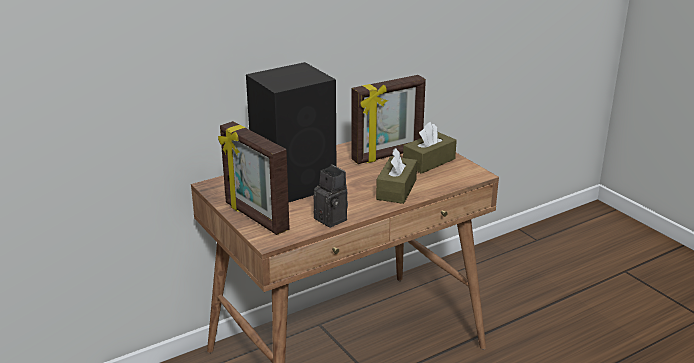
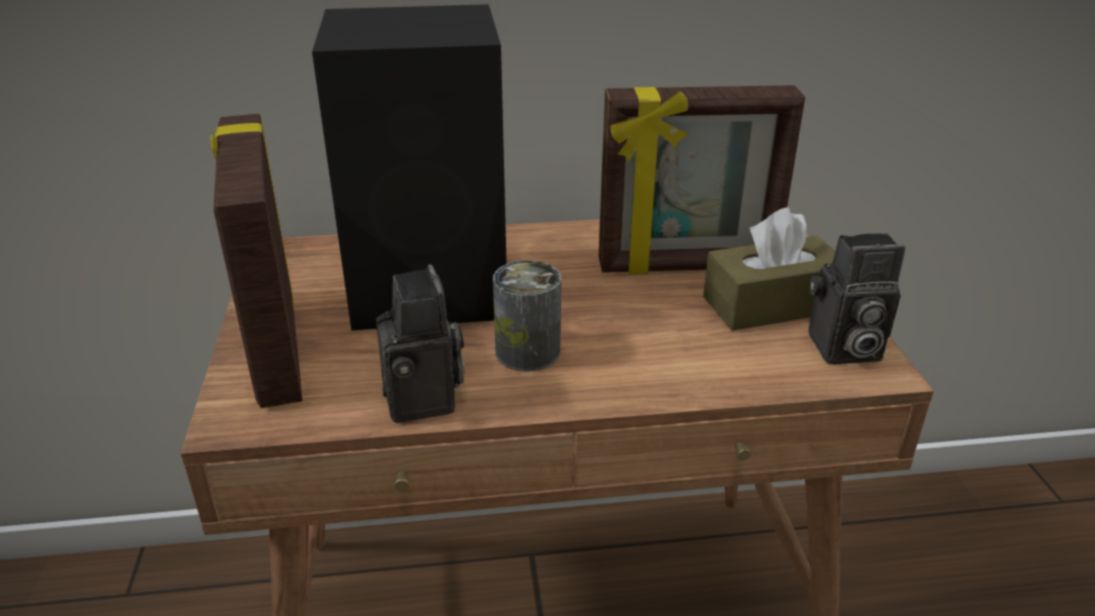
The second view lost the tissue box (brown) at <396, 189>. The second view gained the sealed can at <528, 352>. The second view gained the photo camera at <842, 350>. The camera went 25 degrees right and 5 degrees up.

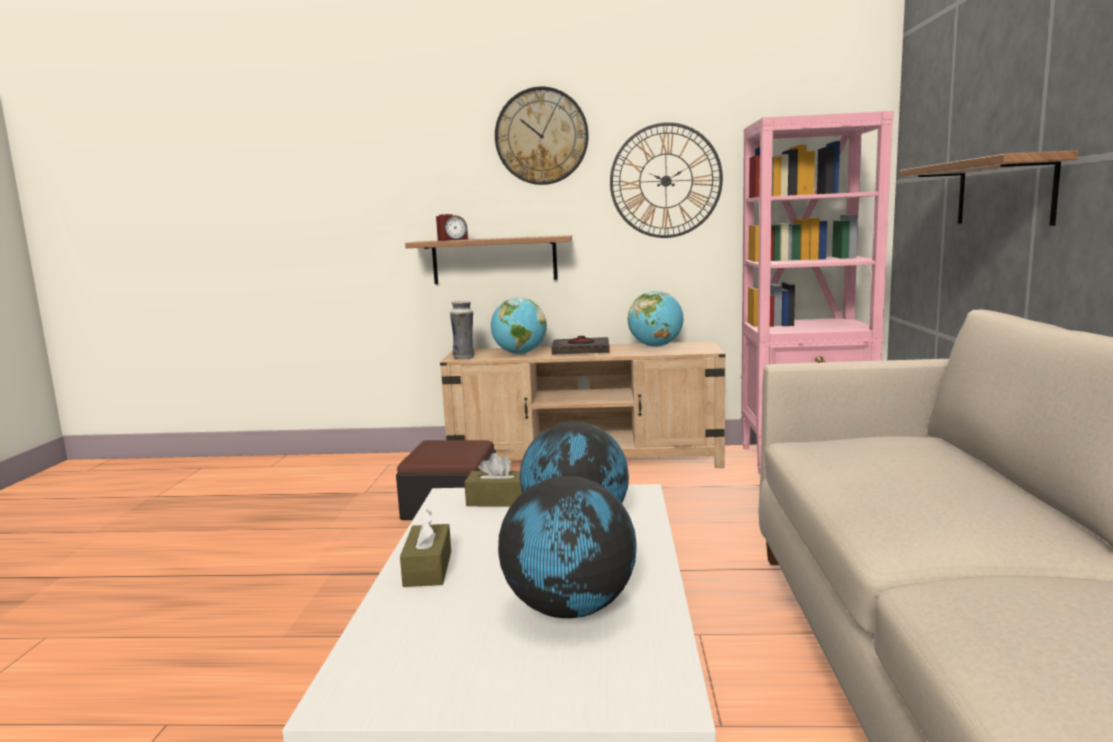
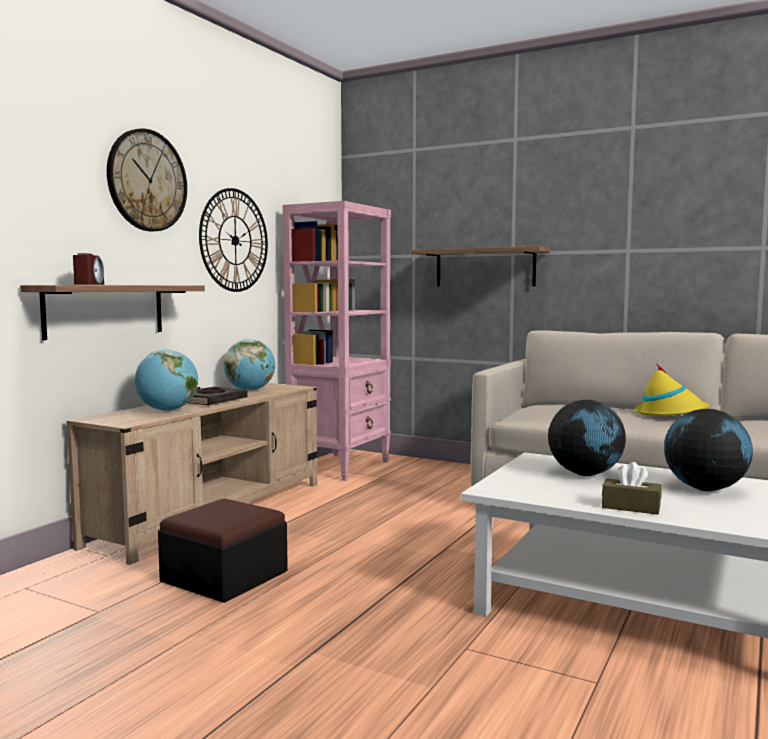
The second view lost the flower vase at <464, 357>. The second view lost the tissue box (brown) at <498, 500>. The second view gained the clothing hat (yellow) at <670, 413>. The camera went 65 degrees left and 5 degrees down.

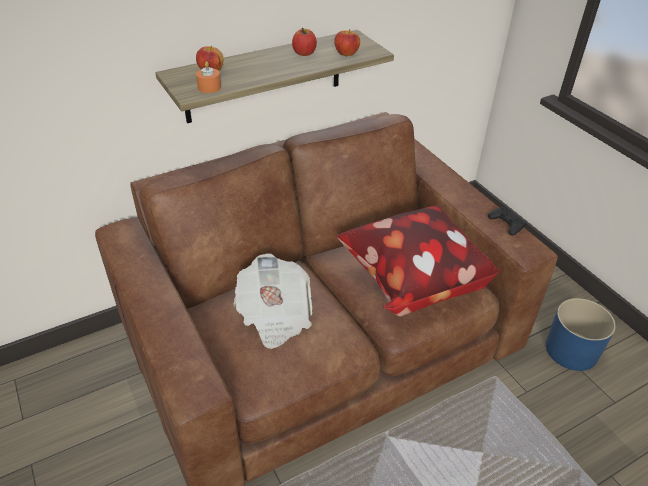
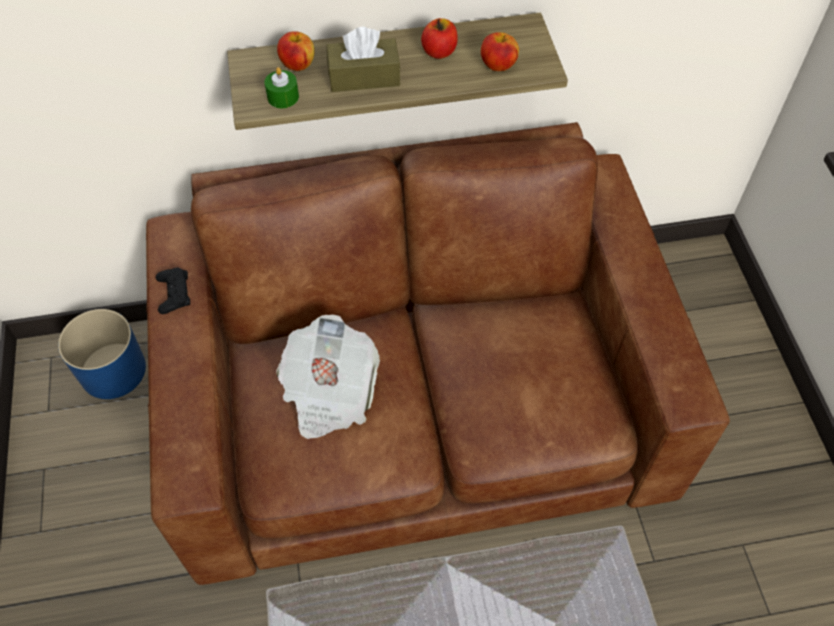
The second view lost the throw pillow at <411, 280>. The second view gained the tissue box (brown) at <364, 77>. The gamepad (black-coloured) ended up elsewhere, having gone from <506, 224> to <174, 293>. The flower pot (blue) ended up elsewhere, having gone from <571, 350> to <113, 370>. What was the wax light (orange-coloured) at <209, 87> turned into the wax light (greenish) at <283, 97>. The camera went 20 degrees right and 15 degrees up.

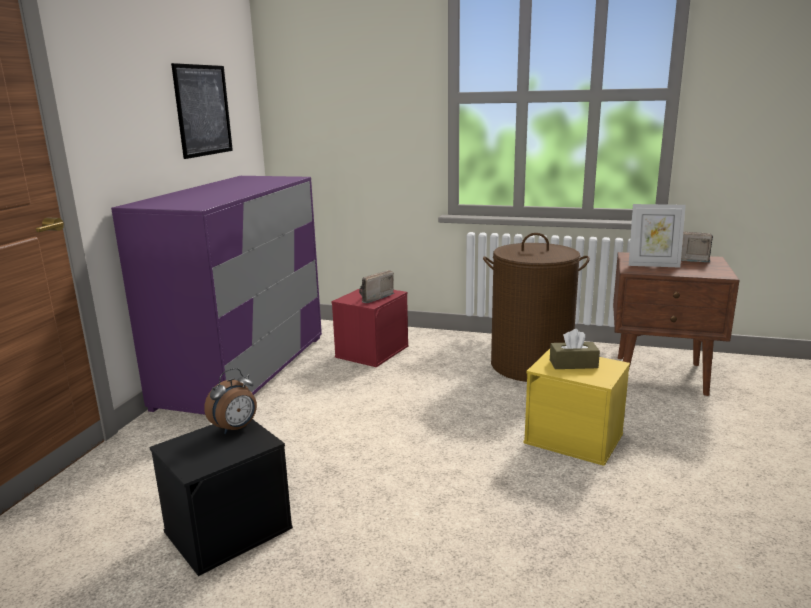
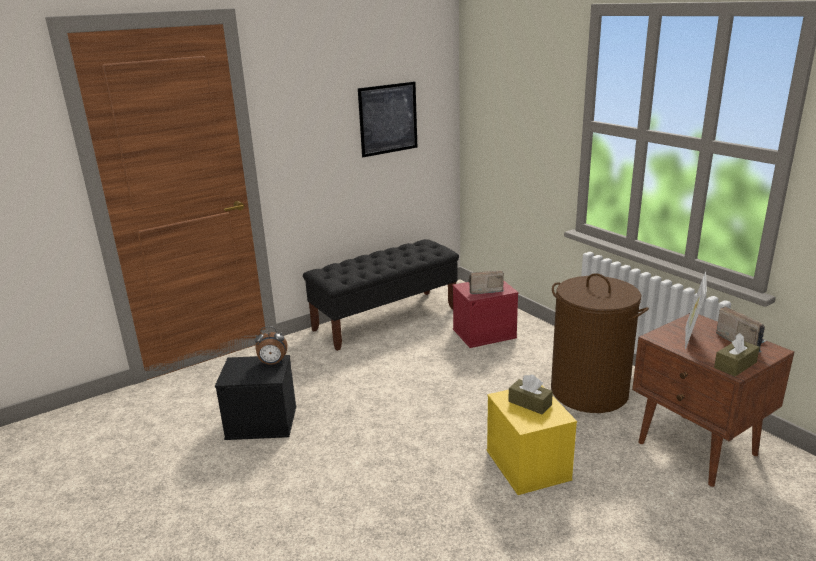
The second view gained the tissue box (brown) at <735, 365>. Where the chest of drawers (purple) stood at <244, 370>, the bench (black-coloured) came to stand at <386, 319>. The picture frame at <653, 265> ended up facing another way, 60 degrees clockwise from before. The camera went 40 degrees right and 5 degrees up.

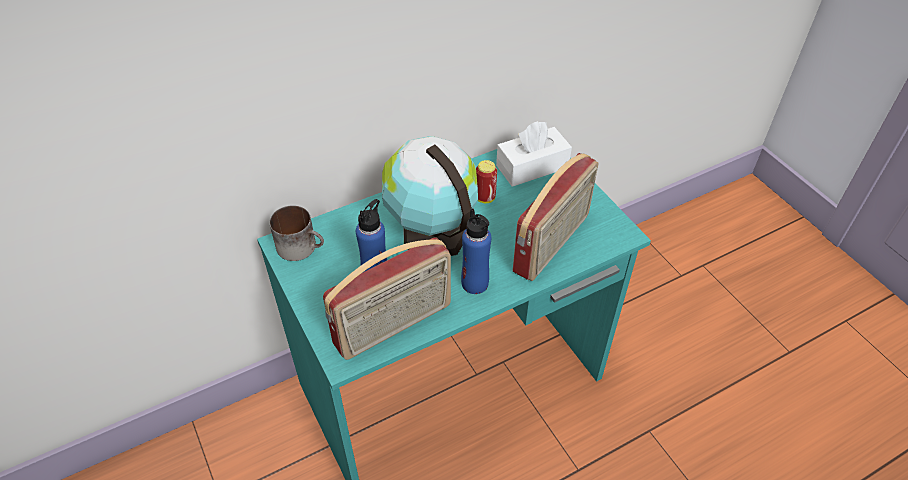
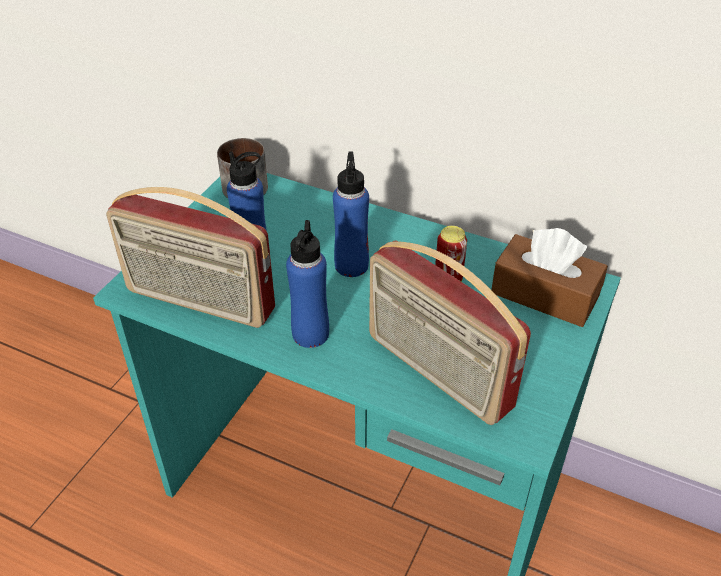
Where the world globe stood at <431, 233>, the bottle (blue) came to stand at <351, 265>. What was the tissue box (white-coloured) at <532, 166> turned into the tissue box (brown) at <544, 295>. The radio receiver at <552, 244> ended up facing another way, 45 degrees clockwise from before. The camera went 55 degrees right and 5 degrees down.

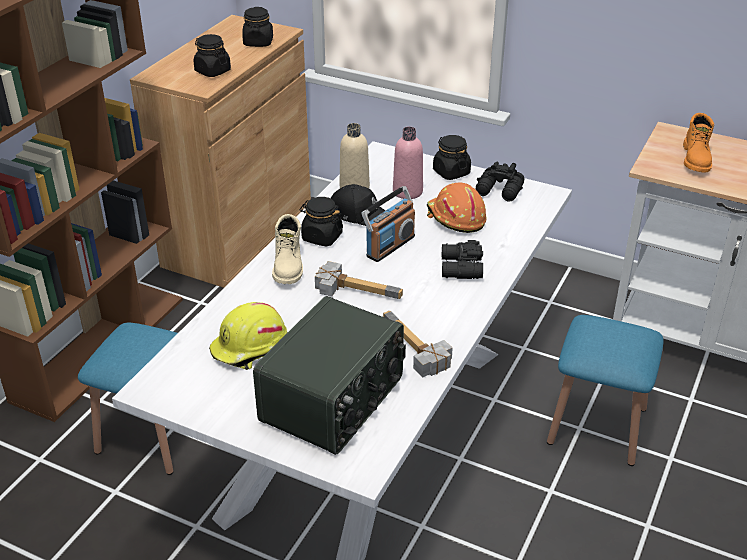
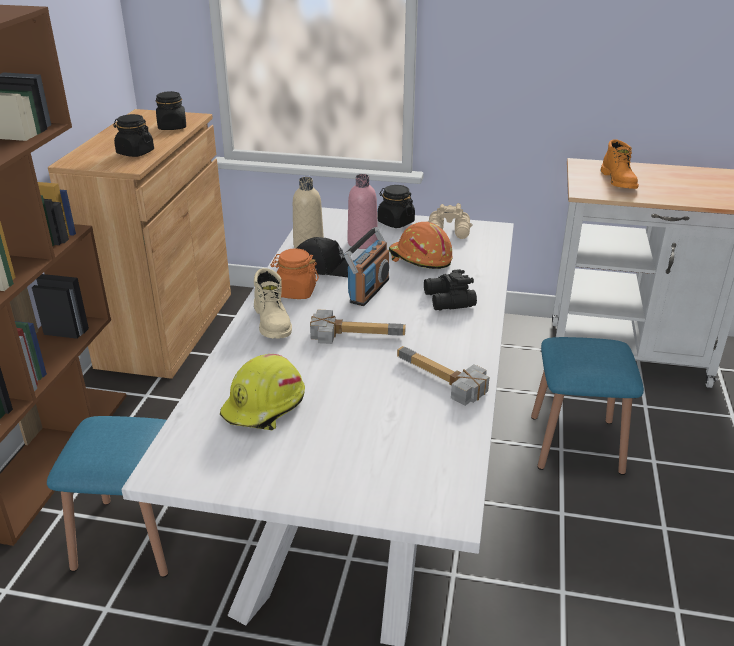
The second view lost the radio receiver at <334, 400>. What was the jar (black-coloured) at <321, 237> turned into the jar (orange-coloured) at <295, 292>. What was the pair of binoculars (black-coloured) at <500, 191> turned into the pair of binoculars (beige-coloured) at <449, 232>. The camera went 15 degrees left and 5 degrees down.

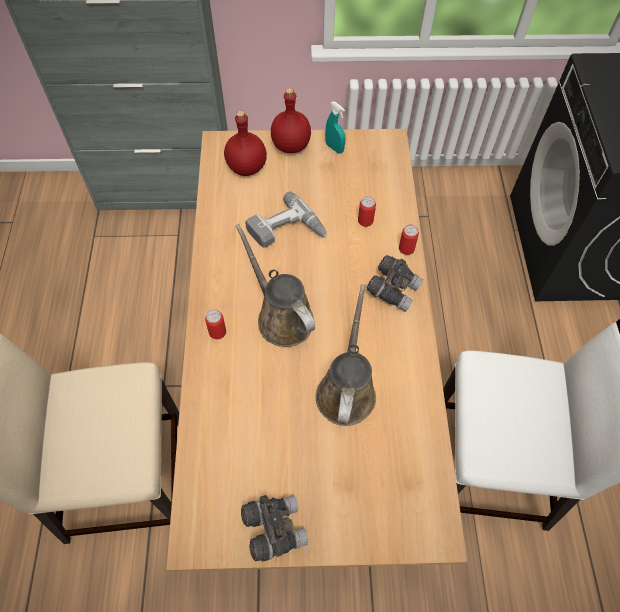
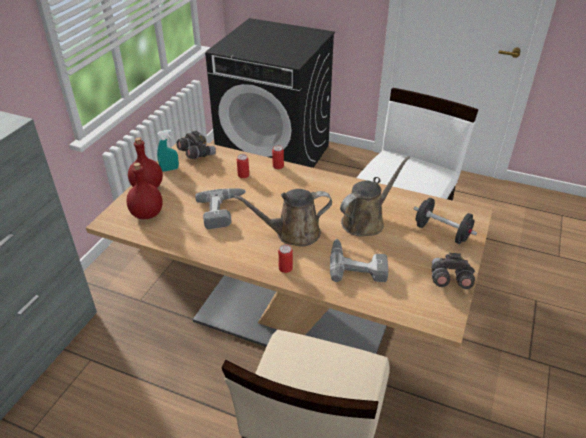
The second view gained the drill at <357, 265>. The second view gained the hand weight (black-coloured) at <441, 232>. The pair of binoculars (grey) ended up elsewhere, having gone from <393, 289> to <196, 154>. The sprinkling can (brown) at <346, 390> ended up facing another way, 105 degrees clockwise from before. The camera went 65 degrees left and 20 degrees down.

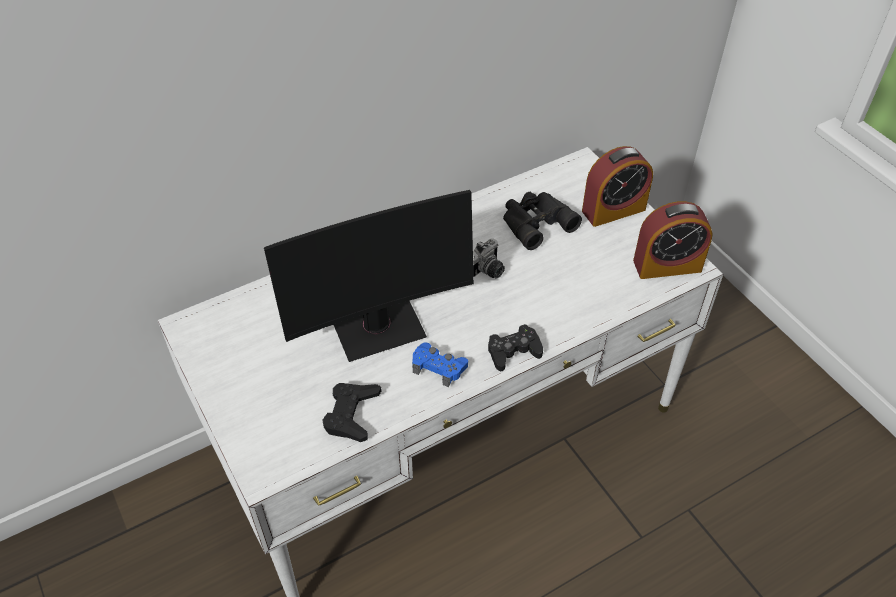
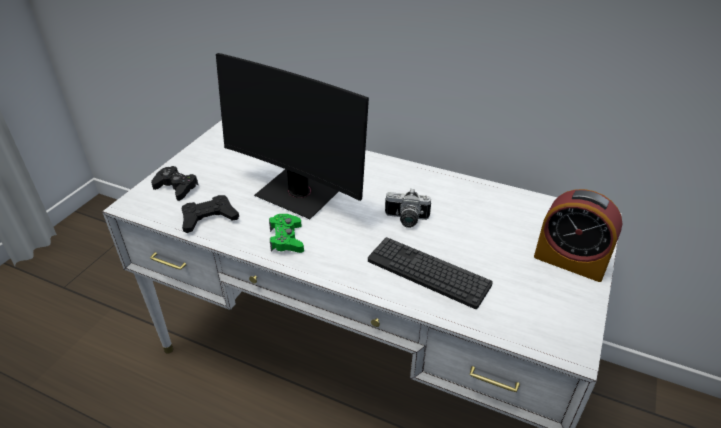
The second view lost the pair of binoculars (black-coloured) at <535, 222>. The second view lost the bedside clock at <667, 265>. The second view gained the PC keyboard at <428, 272>. The gamepad (black-coloured) ended up elsewhere, having gone from <513, 352> to <176, 187>. What was the gamepad (blue) at <439, 367> turned into the gamepad (greenish) at <286, 239>. The camera went 55 degrees right and 10 degrees down.

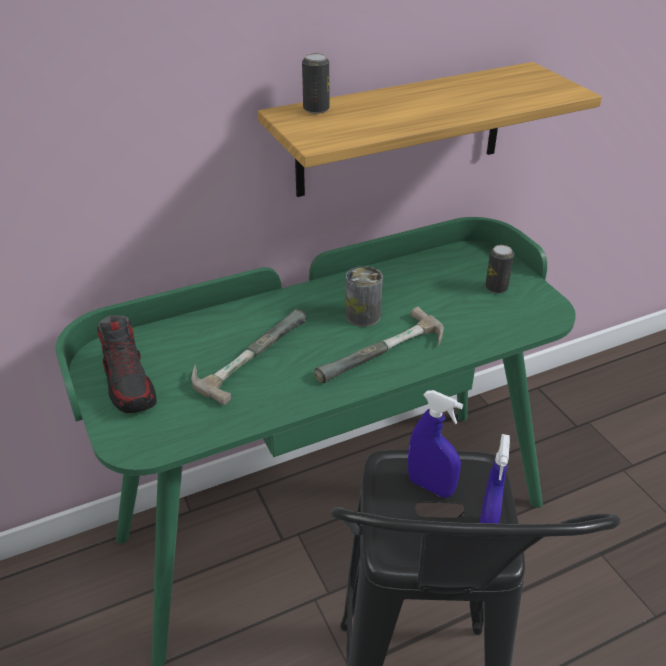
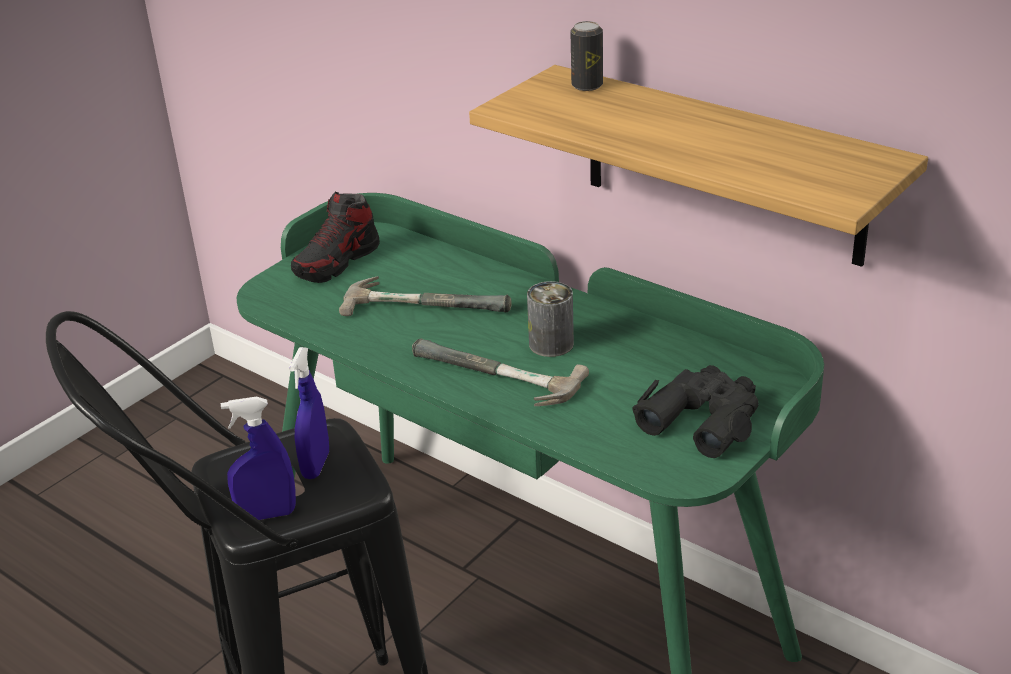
Where the sealed can stood at <496, 288>, the pair of binoculars (black-coloured) came to stand at <702, 419>. The camera went 65 degrees right and 5 degrees down.

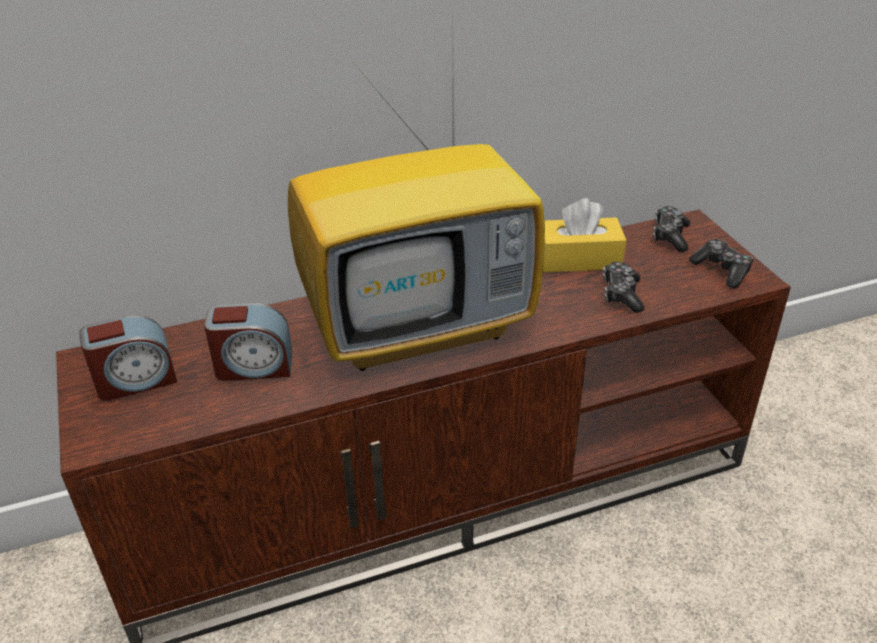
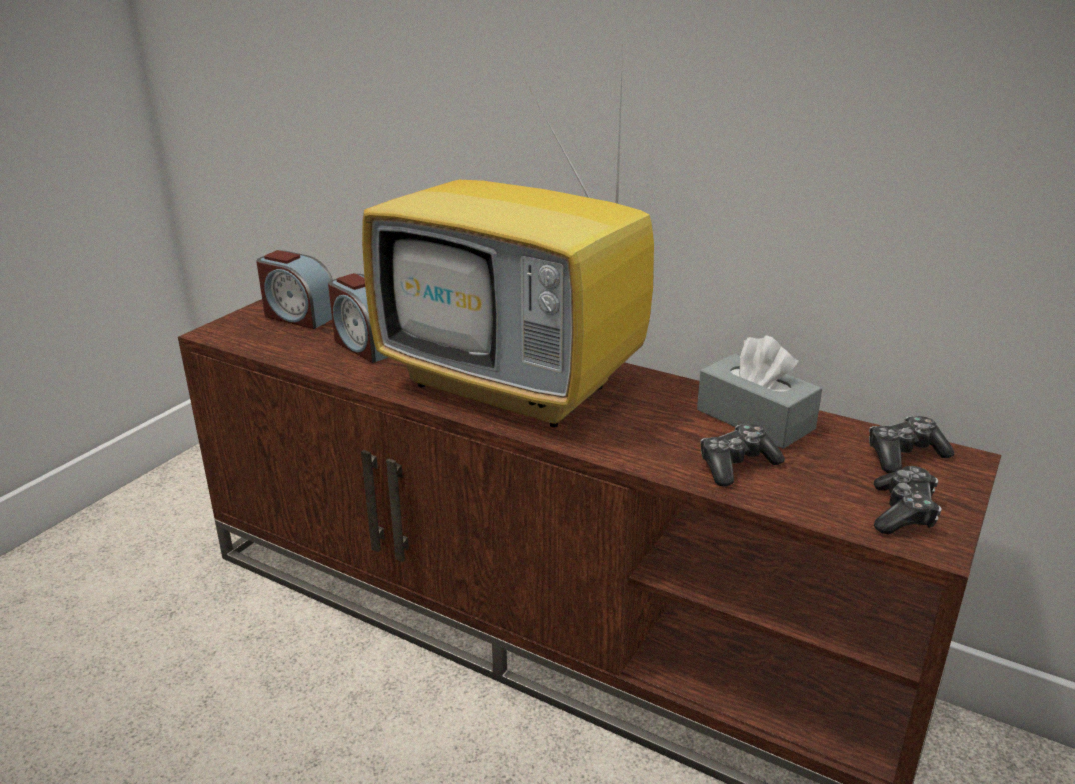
What was the tissue box (yellow) at <579, 259> turned into the tissue box (grey) at <755, 419>. The camera went 50 degrees right and 10 degrees down.

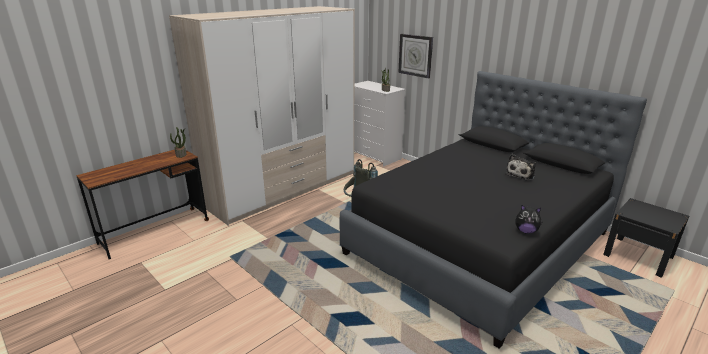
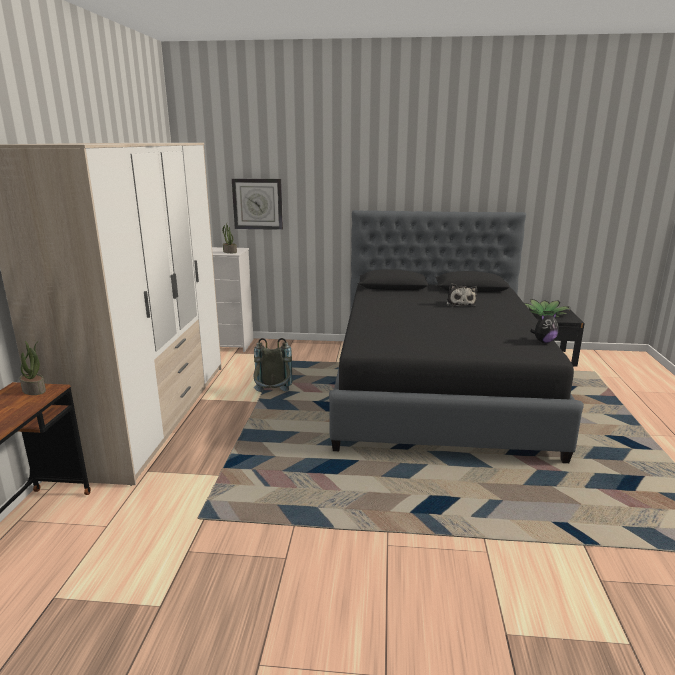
The second view gained the plant in a pot at <545, 314>. The camera went 40 degrees left and 5 degrees down.

